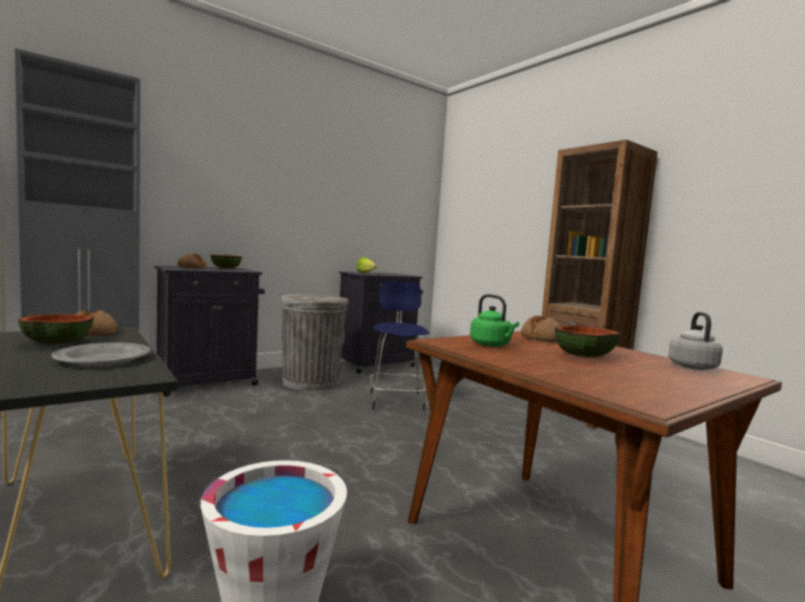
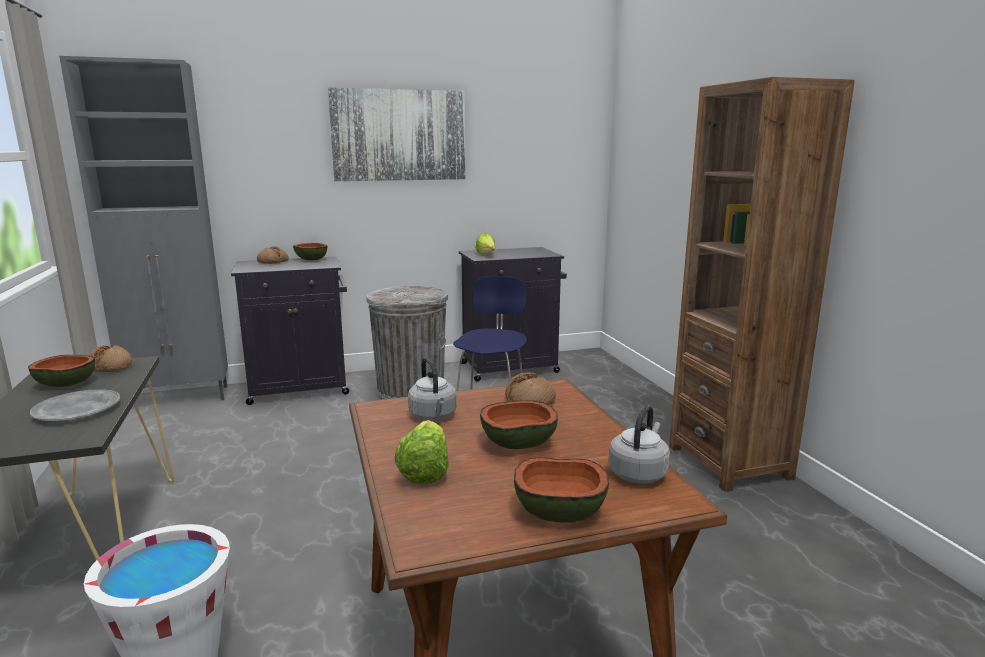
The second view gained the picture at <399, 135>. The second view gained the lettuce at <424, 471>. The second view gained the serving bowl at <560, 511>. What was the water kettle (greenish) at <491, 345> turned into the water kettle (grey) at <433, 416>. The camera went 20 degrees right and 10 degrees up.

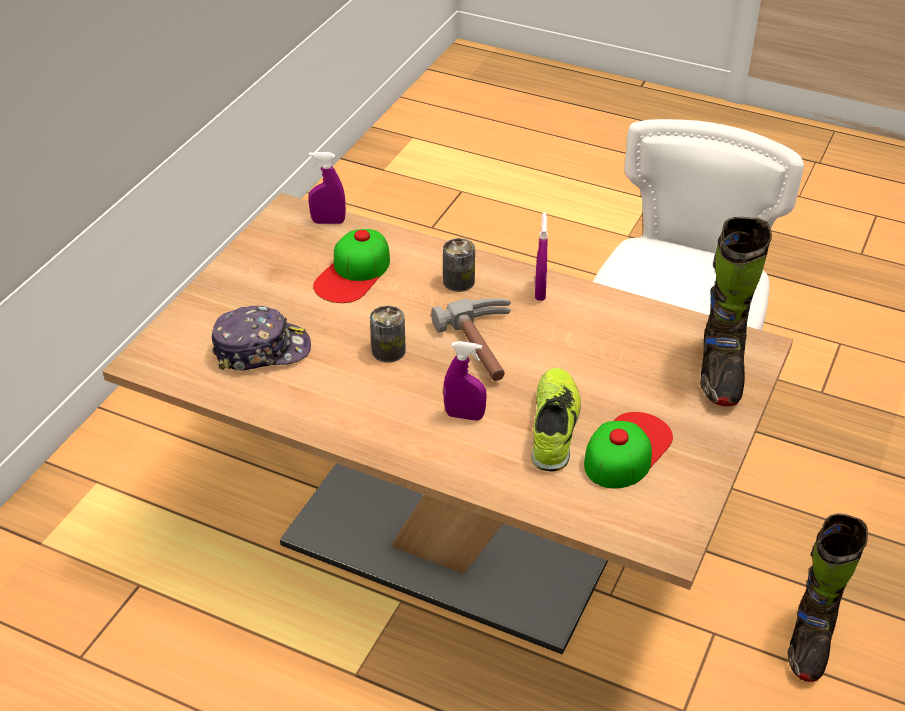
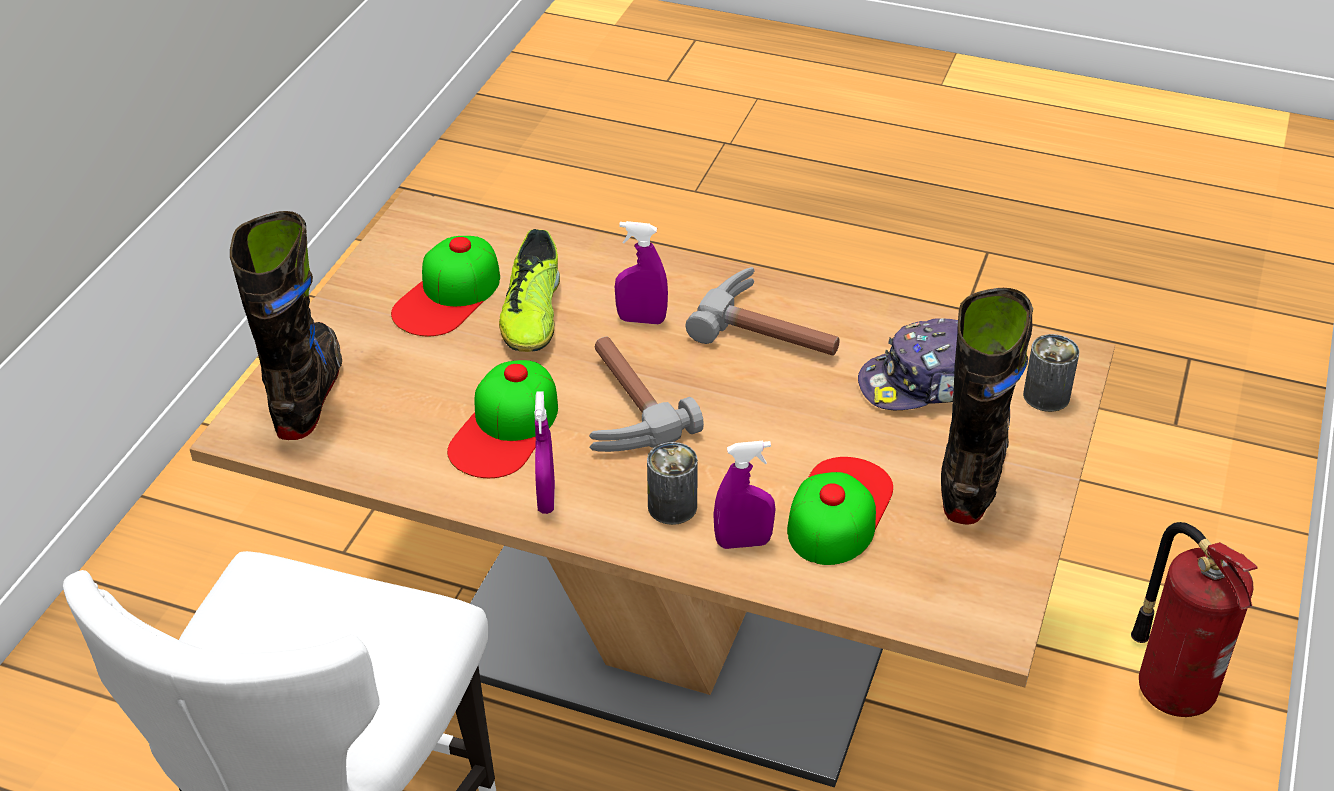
The second view gained the cap at <505, 428>. The second view gained the hand hammer at <773, 329>. The second view gained the fire-fighting cylinder at <1173, 687>. The sprayer (purple) ended up elsewhere, having gone from <328, 222> to <743, 542>. The sealed can ended up elsewhere, having gone from <388, 351> to <1046, 396>. The high-top boot (black-coloured) ended up elsewhere, having gone from <810, 641> to <972, 473>. The camera went 175 degrees right and 0 degrees up.

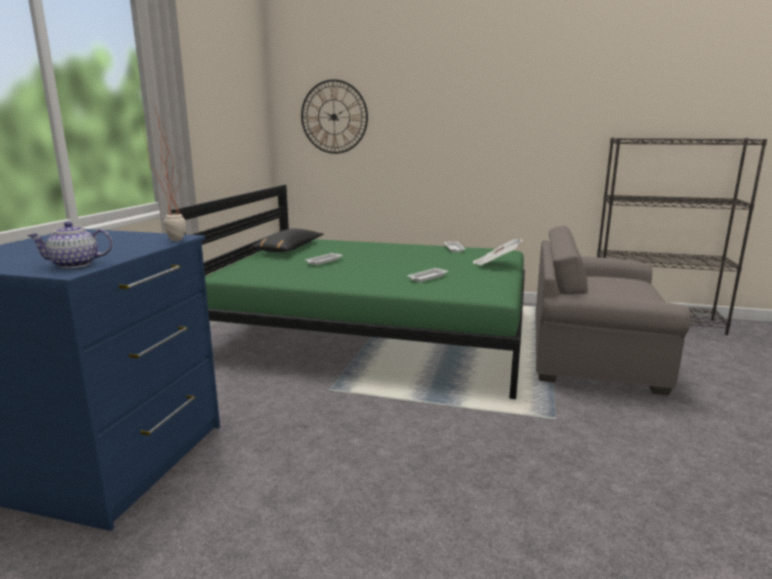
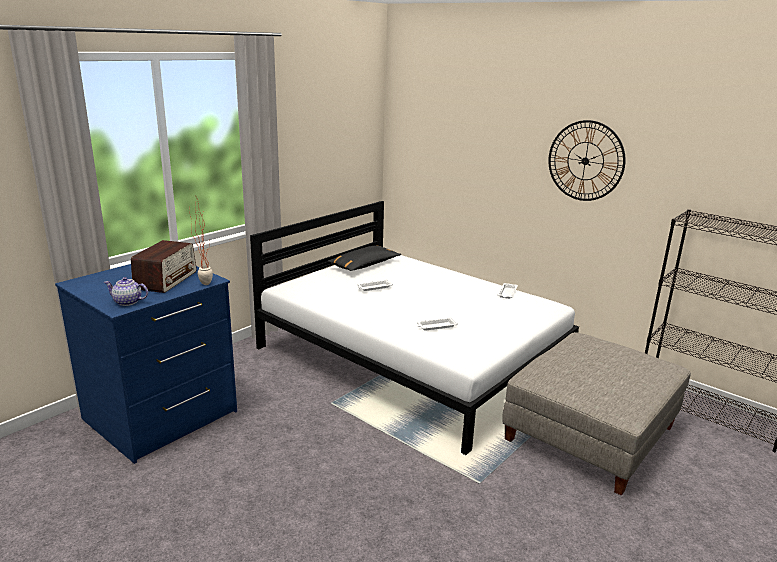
The second view lost the daily paper at <495, 264>. The second view gained the radio receiver at <166, 280>. The hanging clock ended up elsewhere, having gone from <334, 117> to <585, 161>. Where the easy chair (grey) stood at <594, 354>, the footrest (grey) came to stand at <590, 433>. What was the bed (greenish) at <374, 332> turned into the bed (white-coloured) at <412, 356>. The camera went 25 degrees right and 5 degrees up.

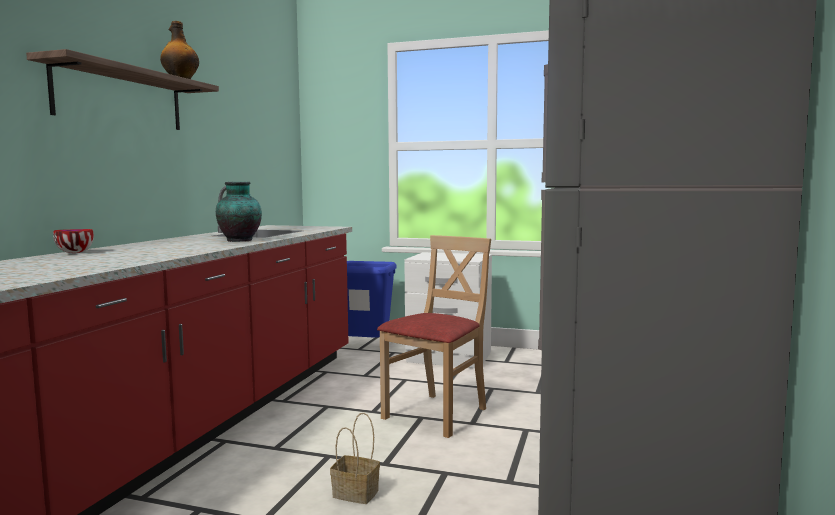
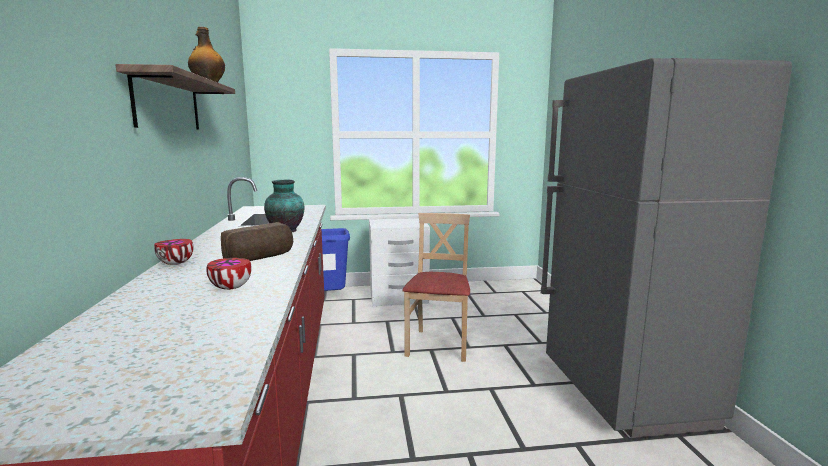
The second view lost the basket at <357, 493>. The second view gained the serving bowl at <231, 288>. The second view gained the bread at <261, 258>. The camera went 25 degrees left and 5 degrees up.

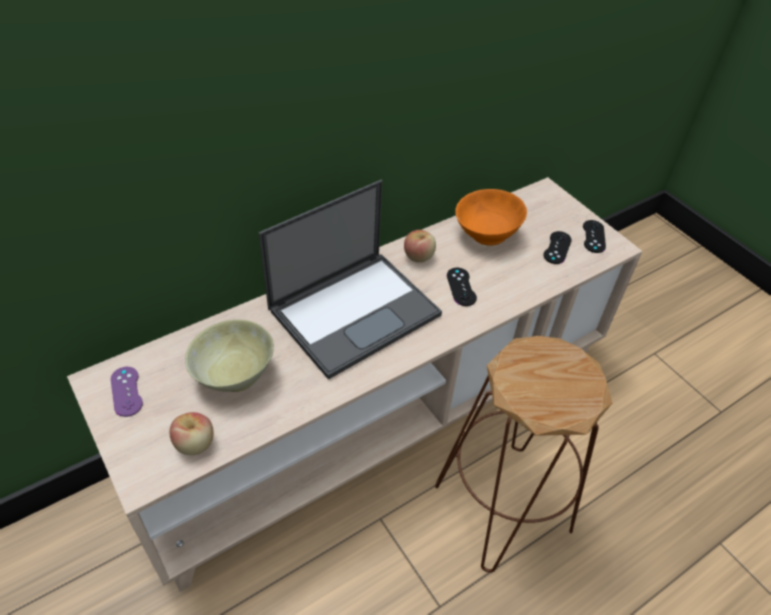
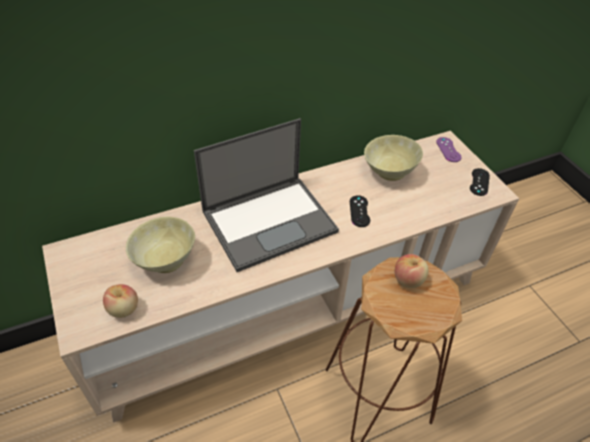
The second view lost the gamepad (black-coloured) at <557, 248>. The gamepad (purple) ended up elsewhere, having gone from <126, 391> to <448, 149>. The apple ended up elsewhere, having gone from <418, 256> to <408, 280>. What was the serving bowl (orange-coloured) at <485, 234> turned into the serving bowl (beige-coloured) at <388, 171>. The camera went 10 degrees right and 0 degrees up.

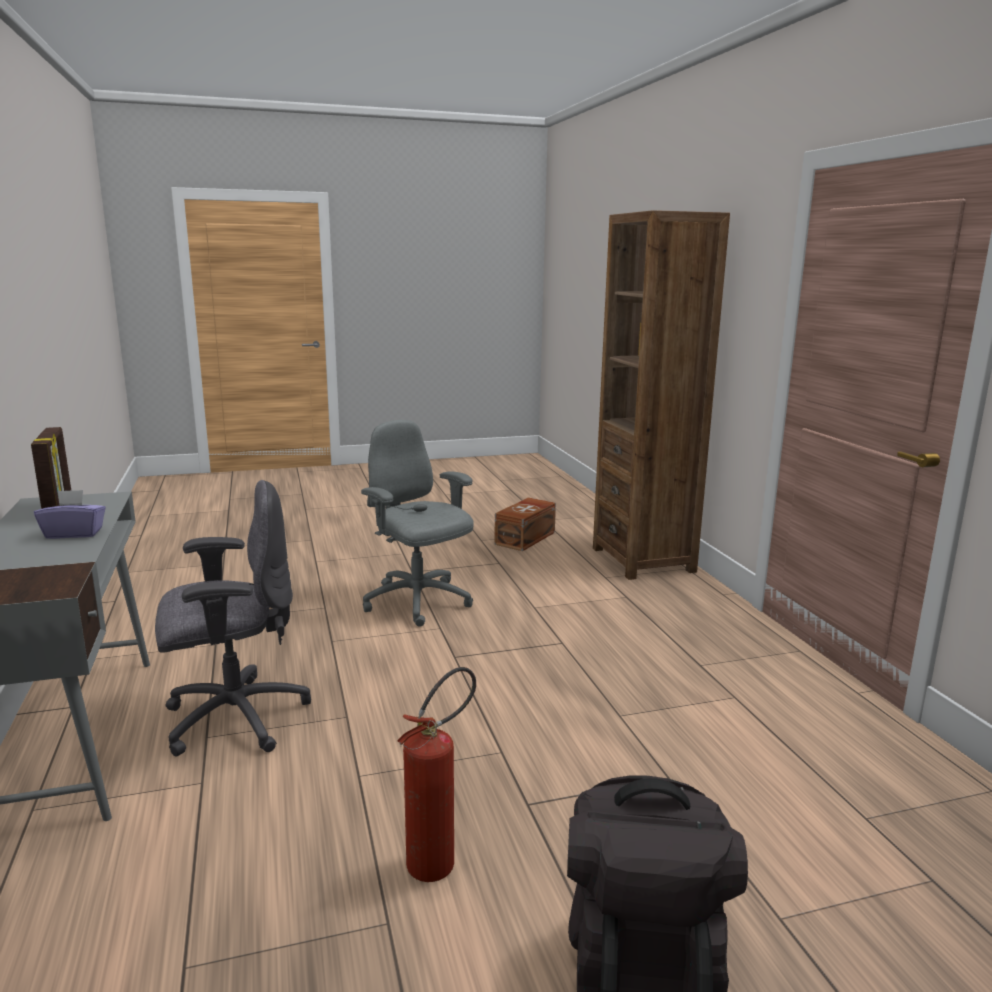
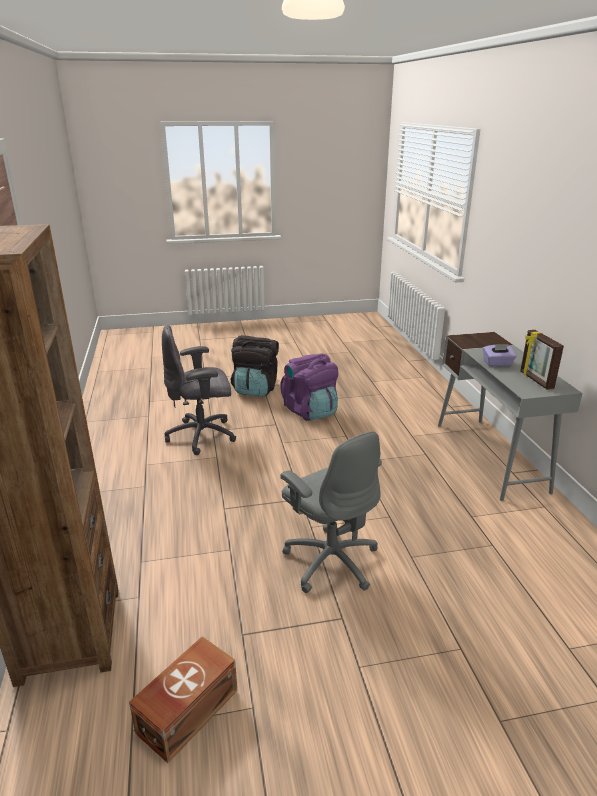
The office chair (grey) ended up elsewhere, having gone from <234, 718> to <202, 436>. Where the fire-fighting cylinder stood at <440, 859>, the rucksack (purple) came to stand at <310, 411>. The camera went 175 degrees left and 10 degrees up.

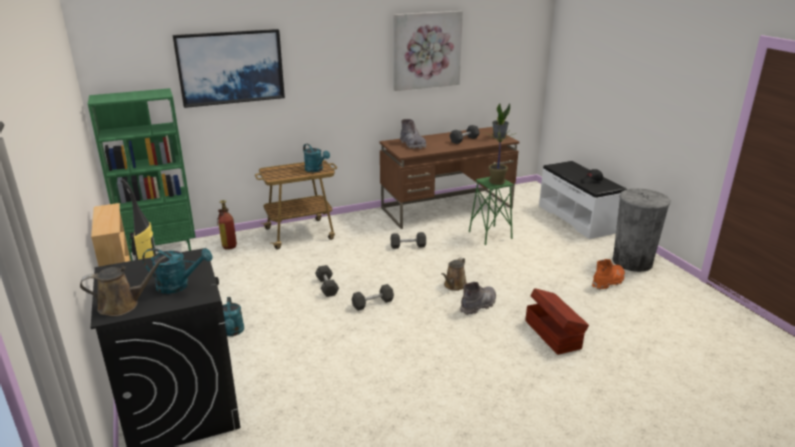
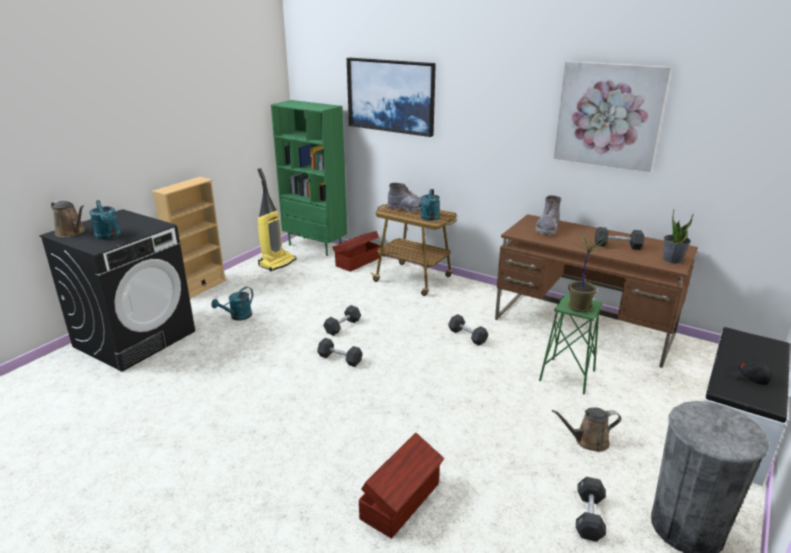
The sprinkling can (brown) ended up elsewhere, having gone from <454, 286> to <588, 441>. The high-top boot (grey) ended up elsewhere, having gone from <478, 305> to <407, 209>. Where the fire-fighting cylinder stood at <229, 244>, the storage container (brown) came to stand at <357, 261>. Where the high-top boot (orange-coloured) stood at <608, 282>, the hand weight (black-coloured) came to stand at <589, 516>. The camera went 55 degrees right and 0 degrees up.

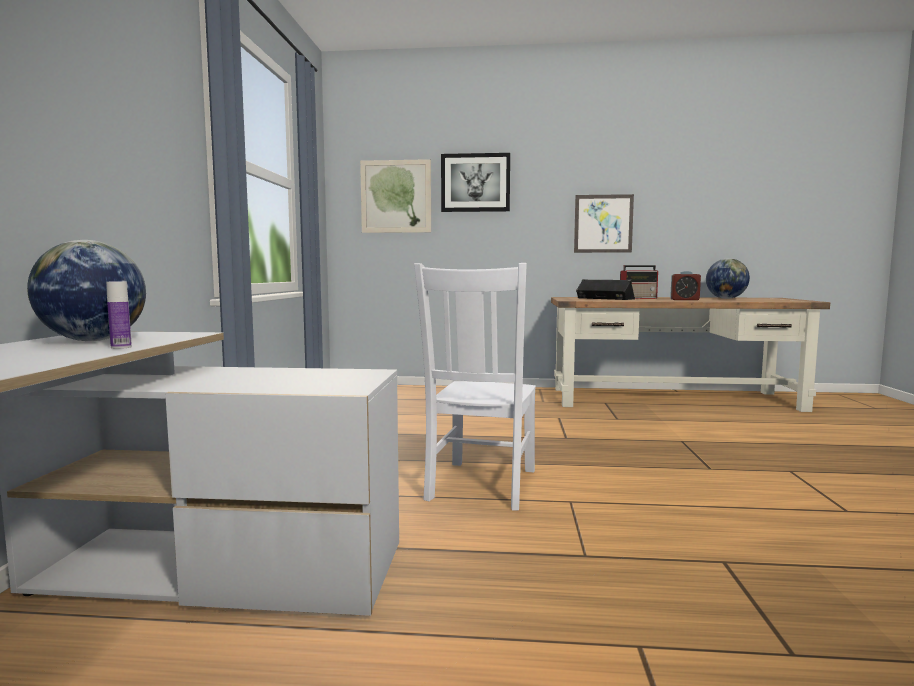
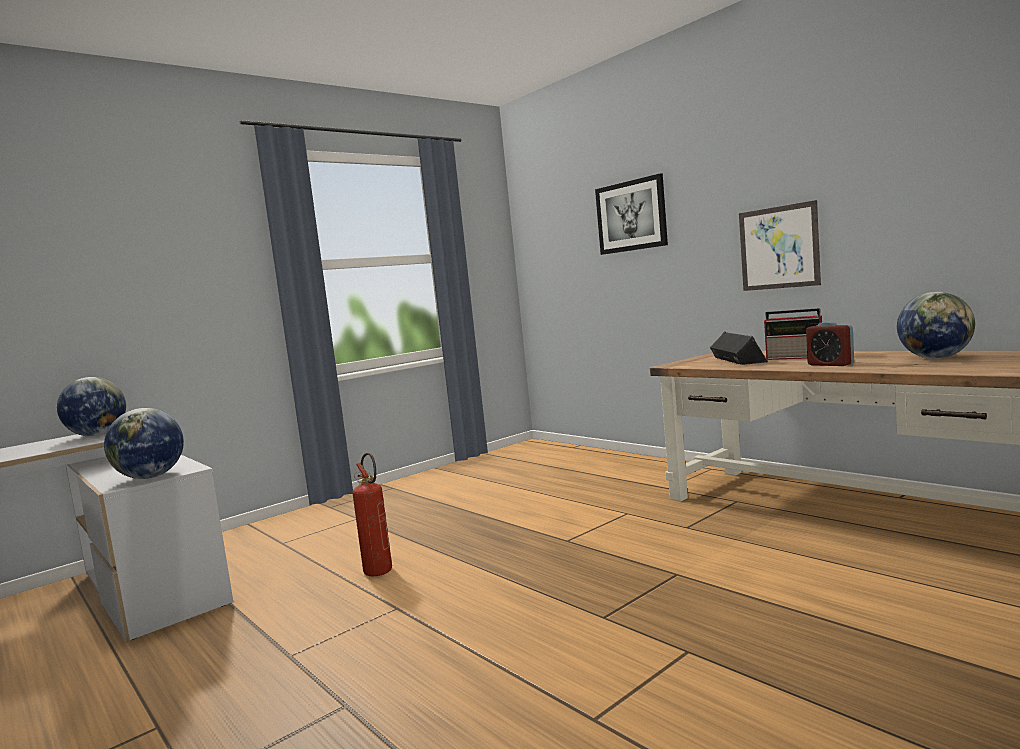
The second view lost the bottle at <121, 347>. The second view lost the picture at <396, 196>. The second view gained the world globe at <150, 477>. Where the chair (white-coloured) stood at <481, 486>, the fire-fighting cylinder came to stand at <380, 573>. The camera went 45 degrees right and 0 degrees up.

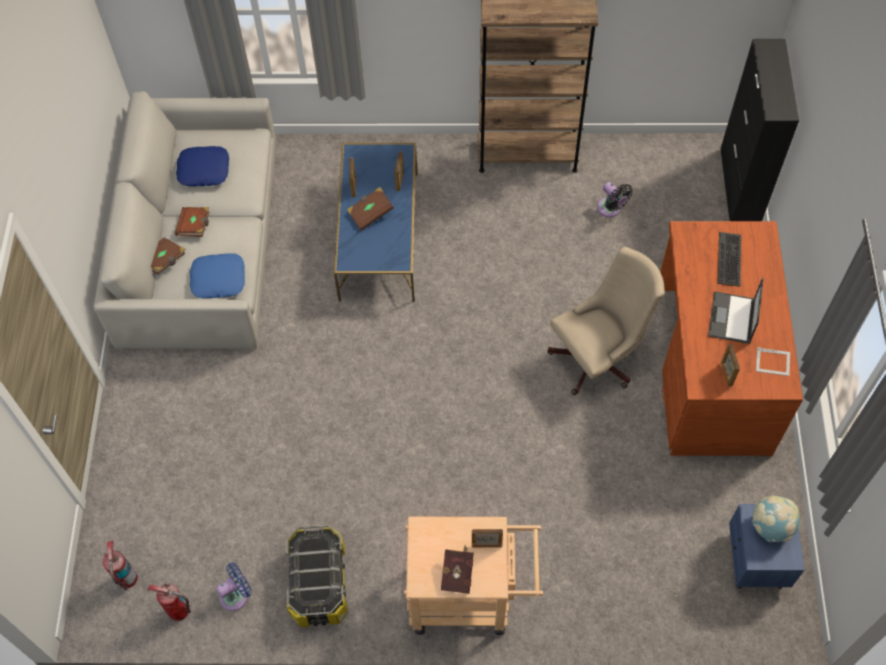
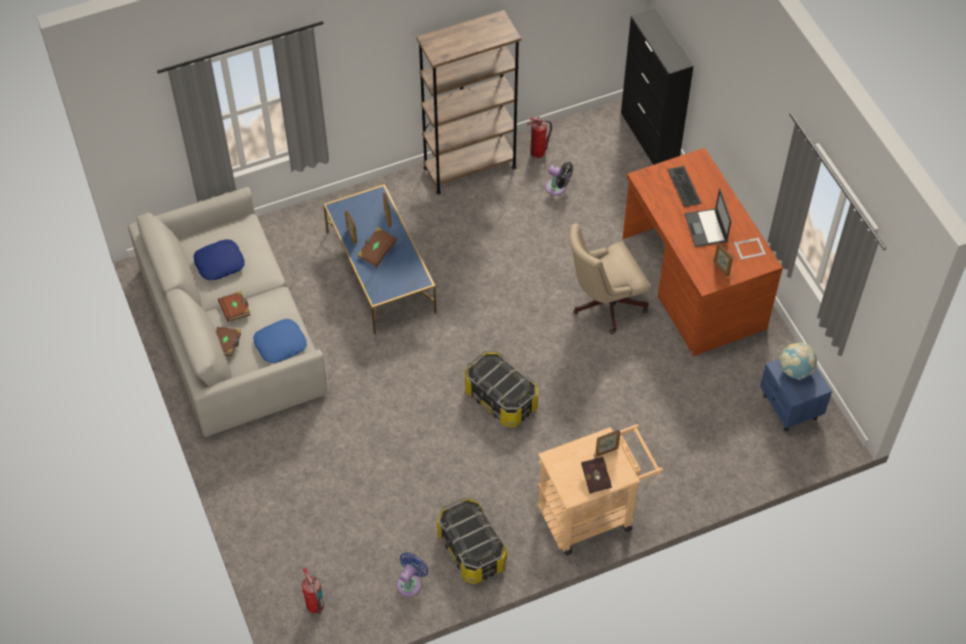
The second view gained the storage container at <500, 399>. The fire-fighting cylinder ended up elsewhere, having gone from <179, 611> to <538, 153>. The office chair (beige-coloured) at <598, 357> ended up facing another way, 150 degrees counterclockwise from before. The camera went 25 degrees left and 5 degrees down.

